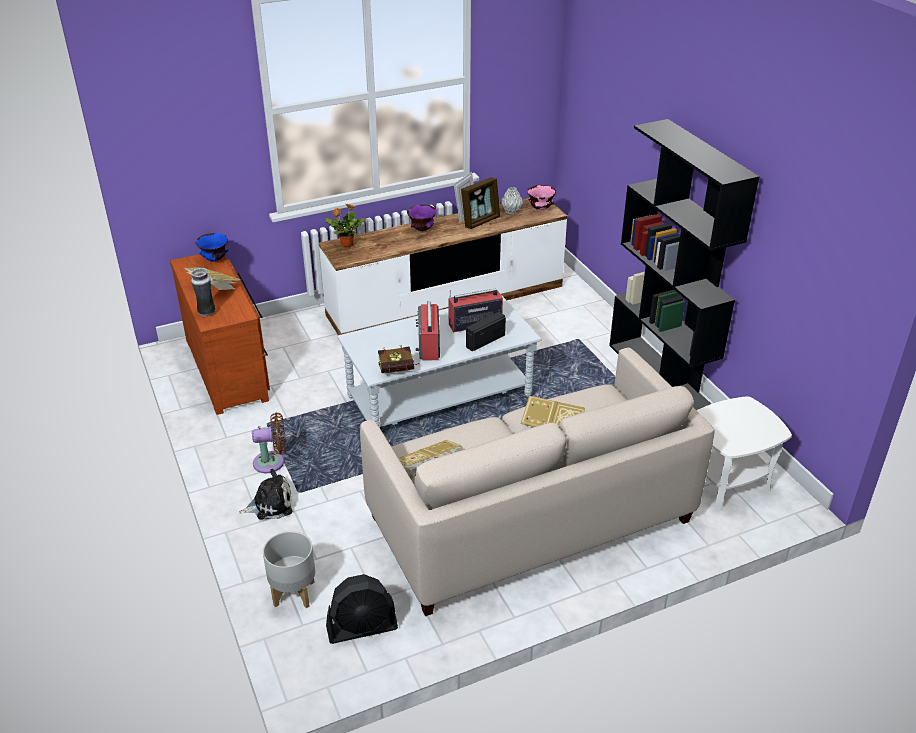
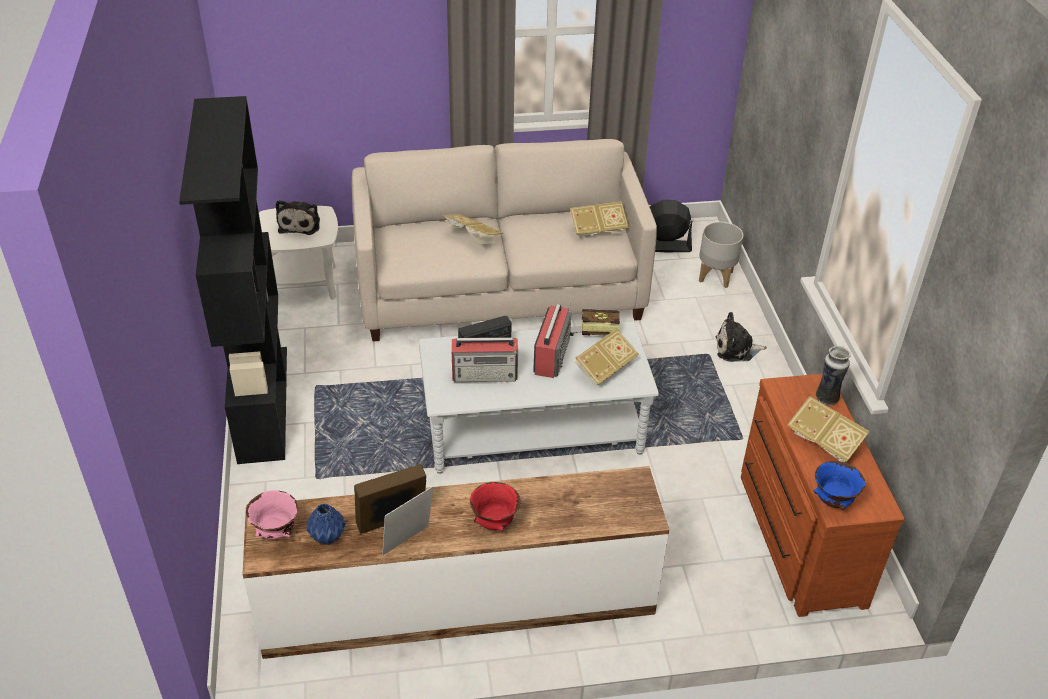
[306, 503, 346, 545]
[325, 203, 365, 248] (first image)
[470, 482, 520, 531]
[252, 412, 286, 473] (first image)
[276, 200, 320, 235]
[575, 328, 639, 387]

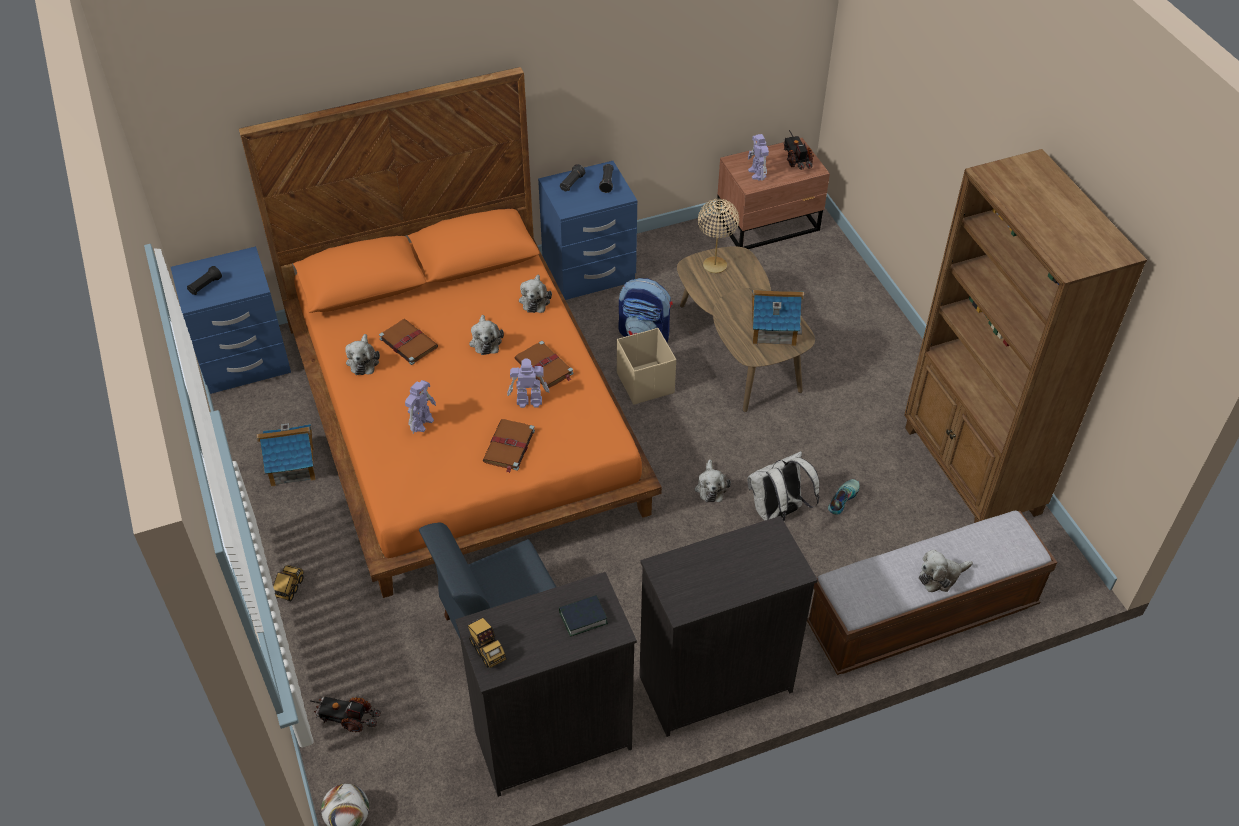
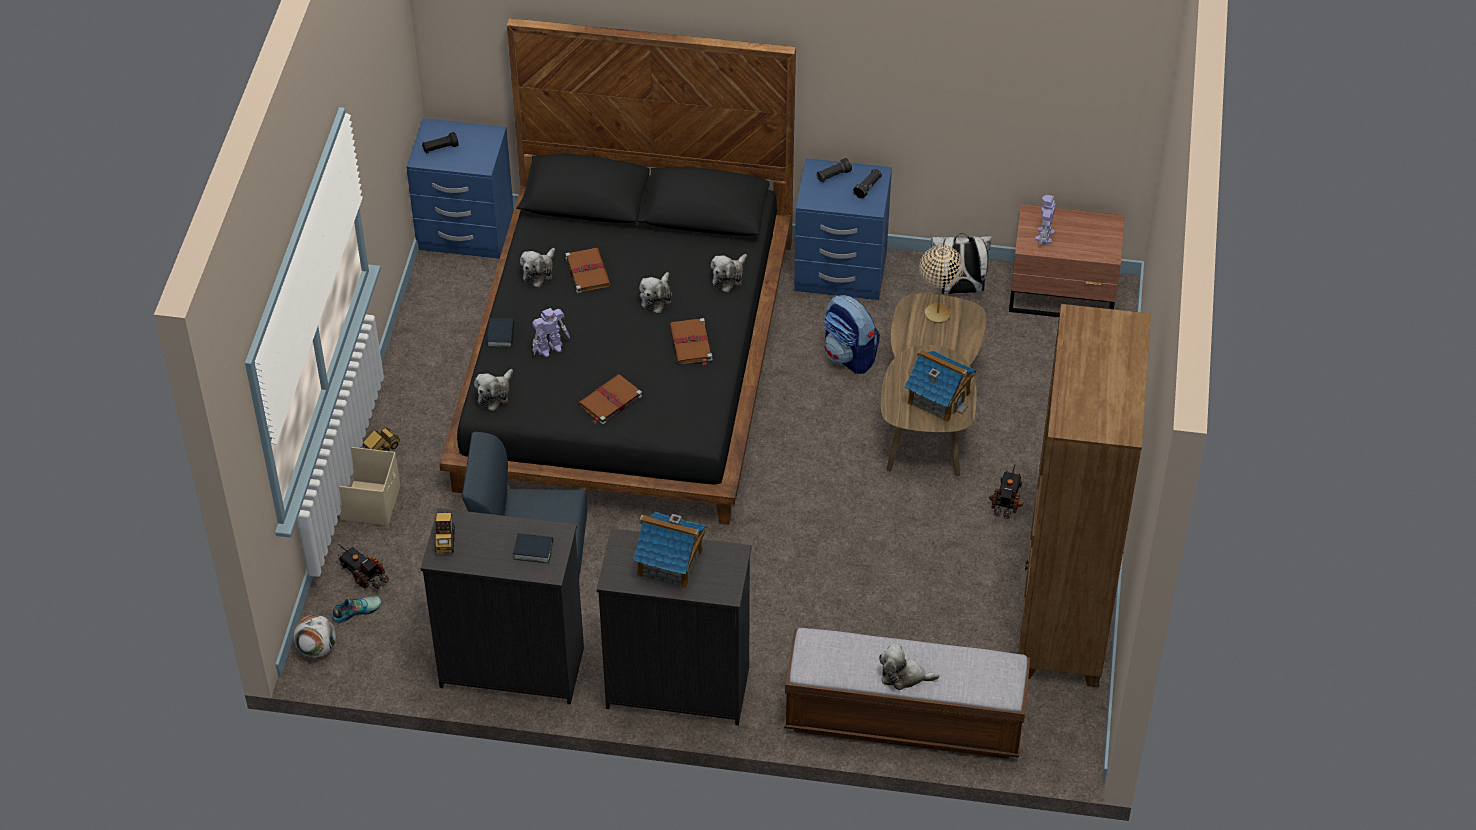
[439, 18, 796, 525]
[989, 464, 1023, 519]
[339, 447, 400, 526]
[507, 359, 549, 408] (first image)
[633, 512, 707, 589]
[931, 233, 992, 294]
[474, 369, 513, 411]
[332, 596, 382, 623]
[487, 318, 514, 348]

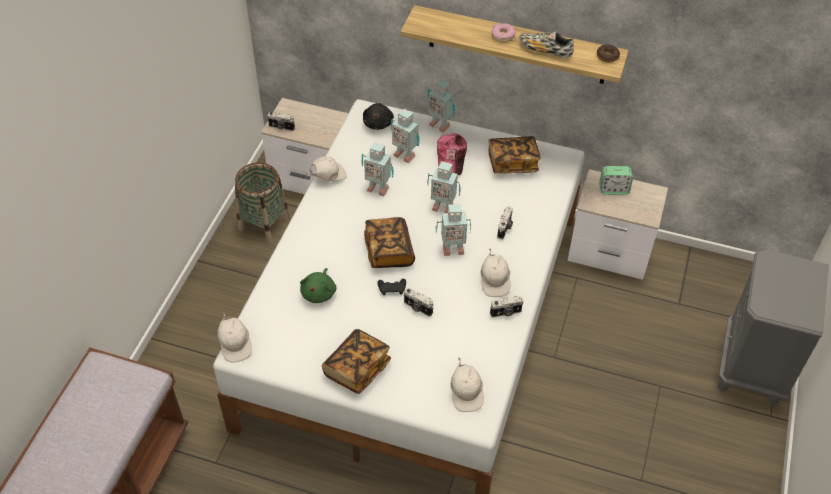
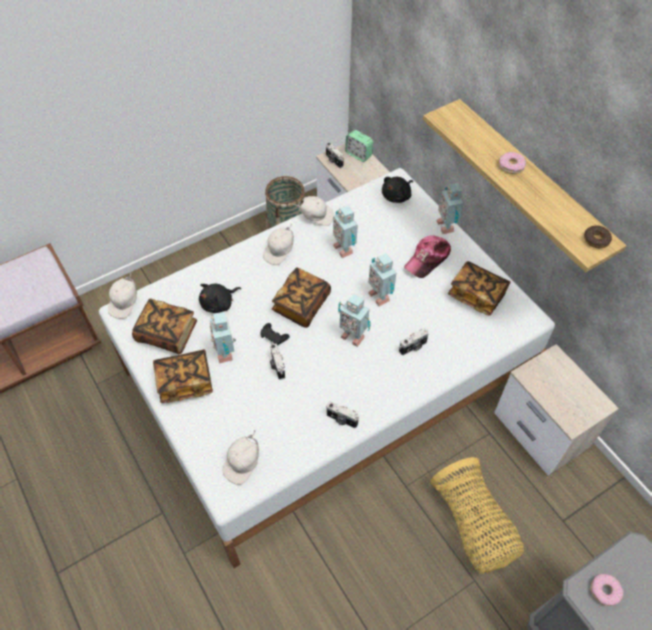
[519, 31, 574, 58] (first image)
[209, 312, 236, 363]
[345, 130, 373, 162]
[263, 224, 294, 265]
[199, 284, 241, 313]
[132, 298, 197, 354]
[431, 457, 524, 574]
[591, 574, 623, 606]

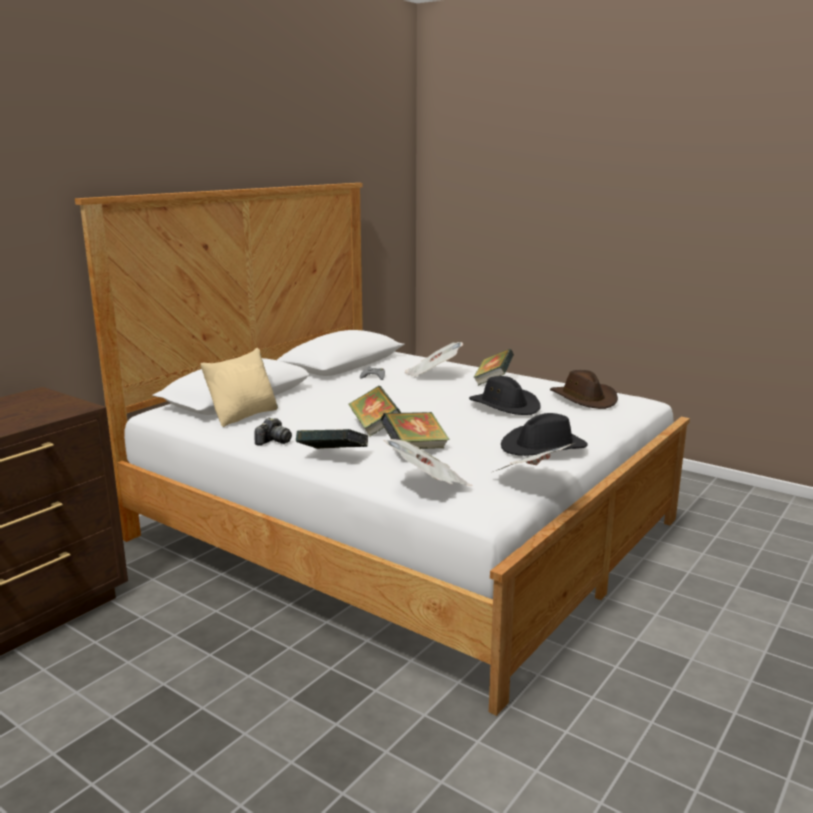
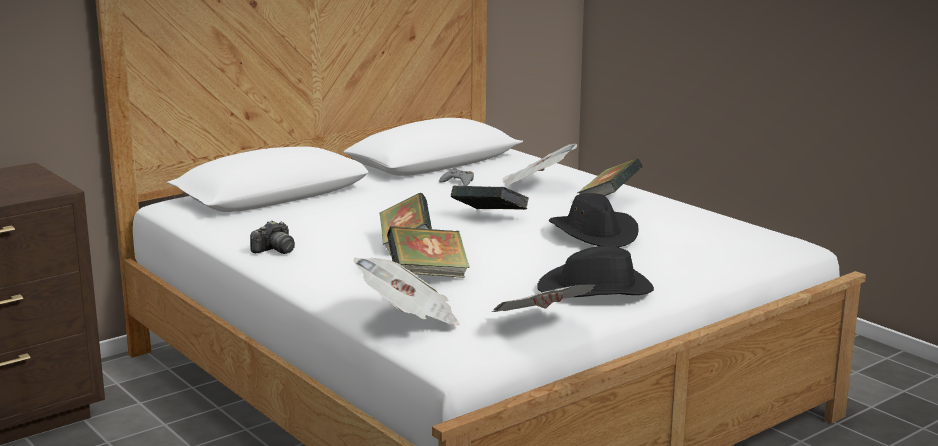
[200, 348, 278, 427] (first image)
[550, 370, 618, 409] (first image)
[451, 186, 529, 210]

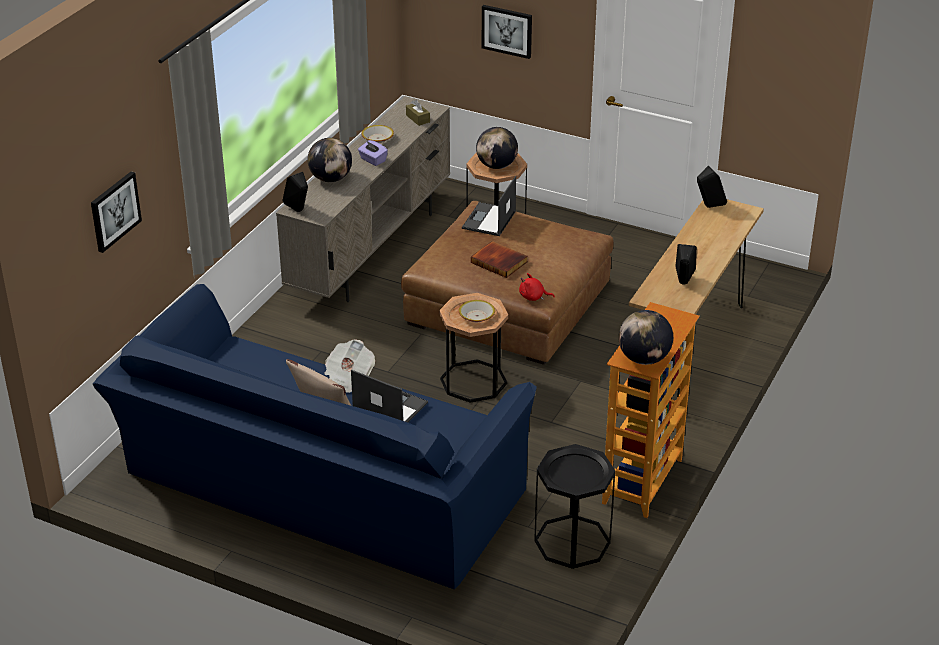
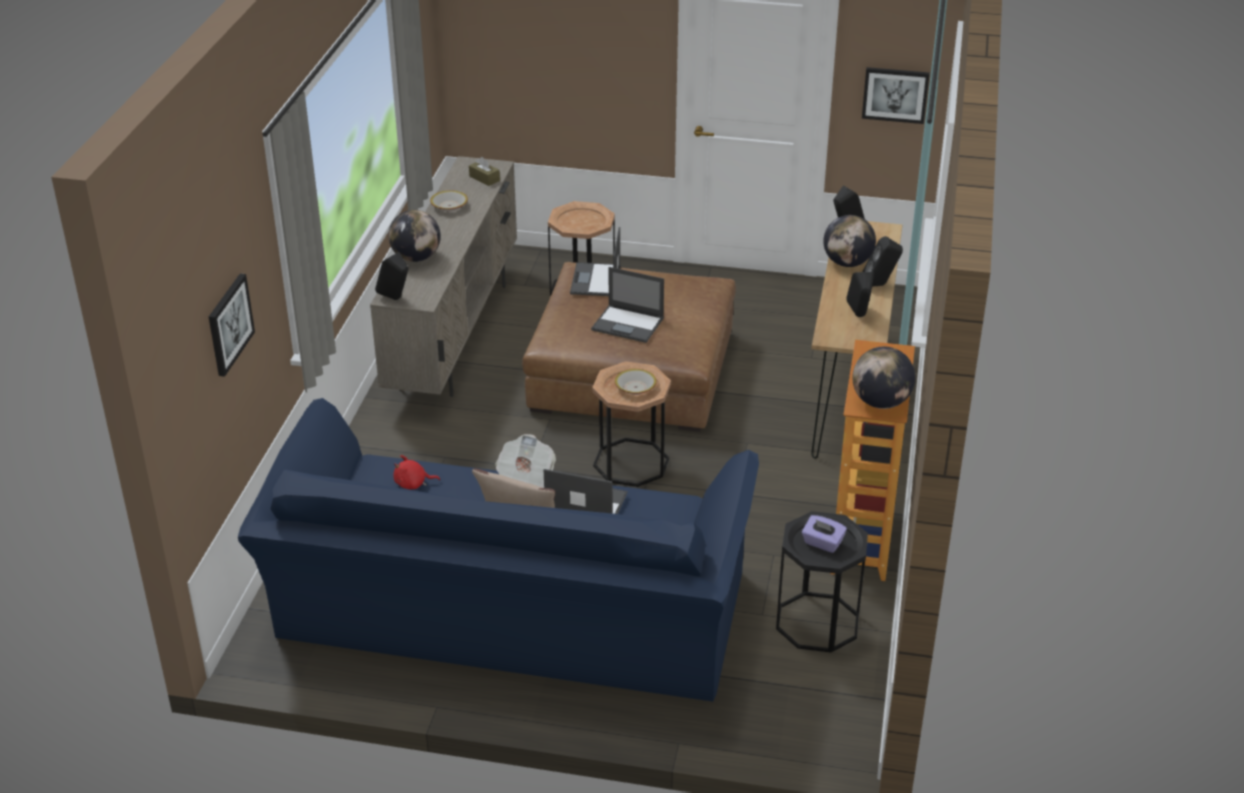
[862, 67, 930, 124]
[823, 215, 876, 267]
[802, 515, 847, 553]
[591, 267, 664, 343]
[393, 455, 440, 489]
[863, 236, 903, 287]

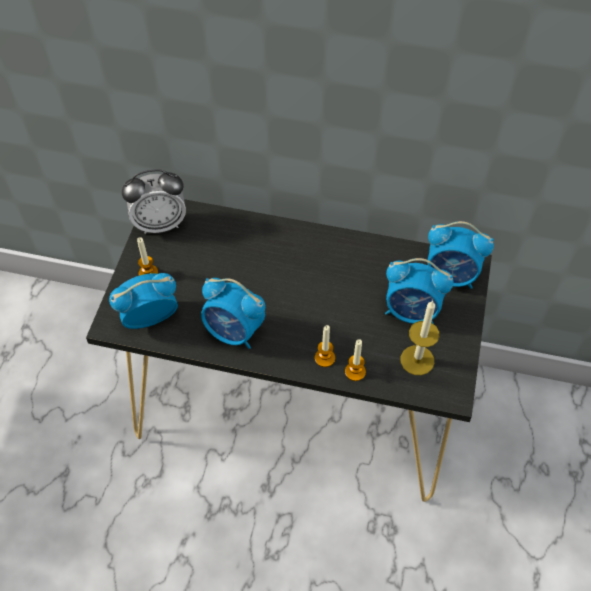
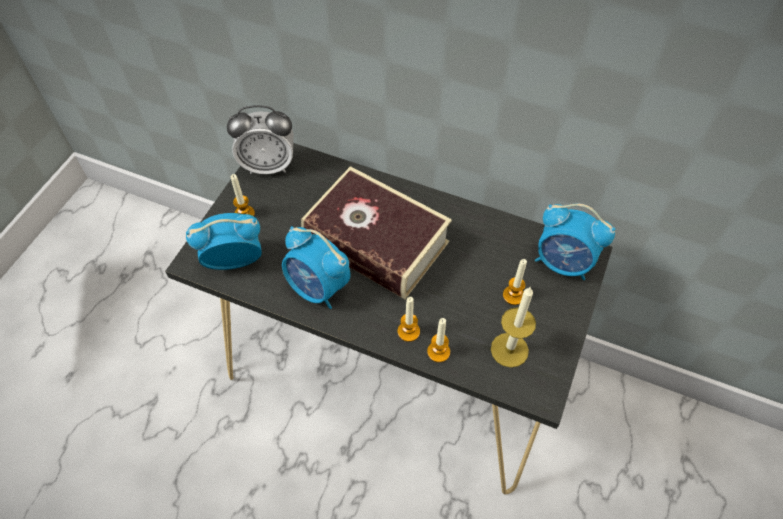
[503, 259, 527, 305]
[301, 166, 452, 299]

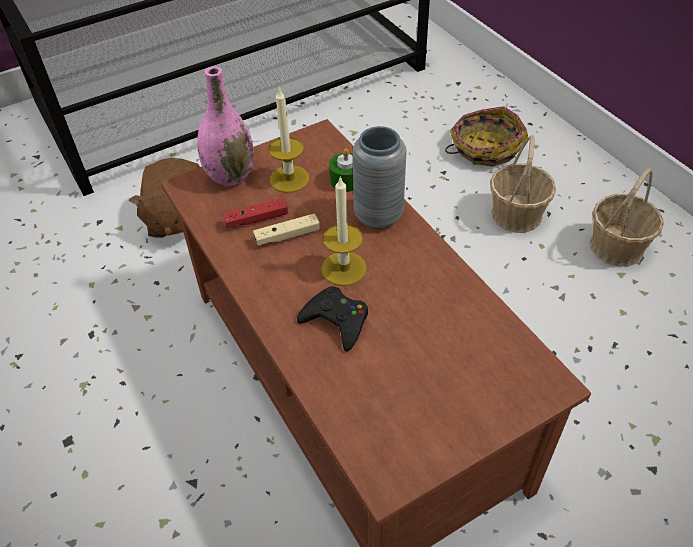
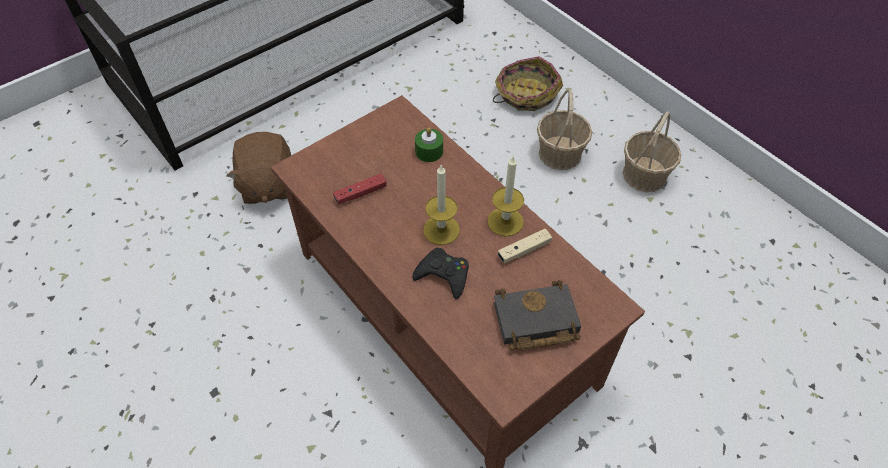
[198, 66, 254, 186] (first image)
[487, 156, 524, 237]
[353, 126, 407, 229] (first image)
[498, 229, 552, 263]
[493, 280, 581, 351]

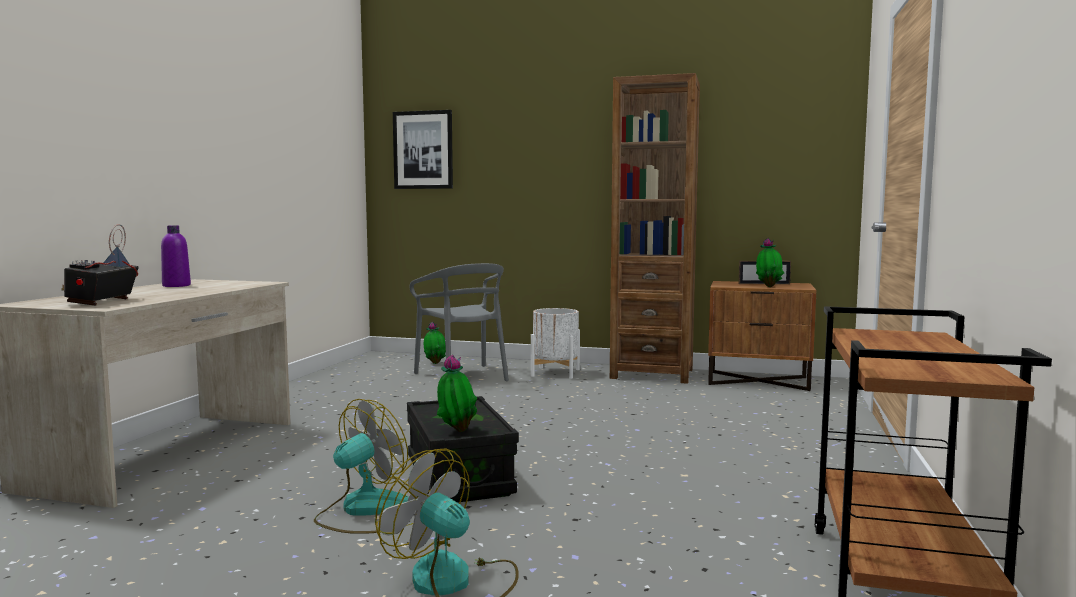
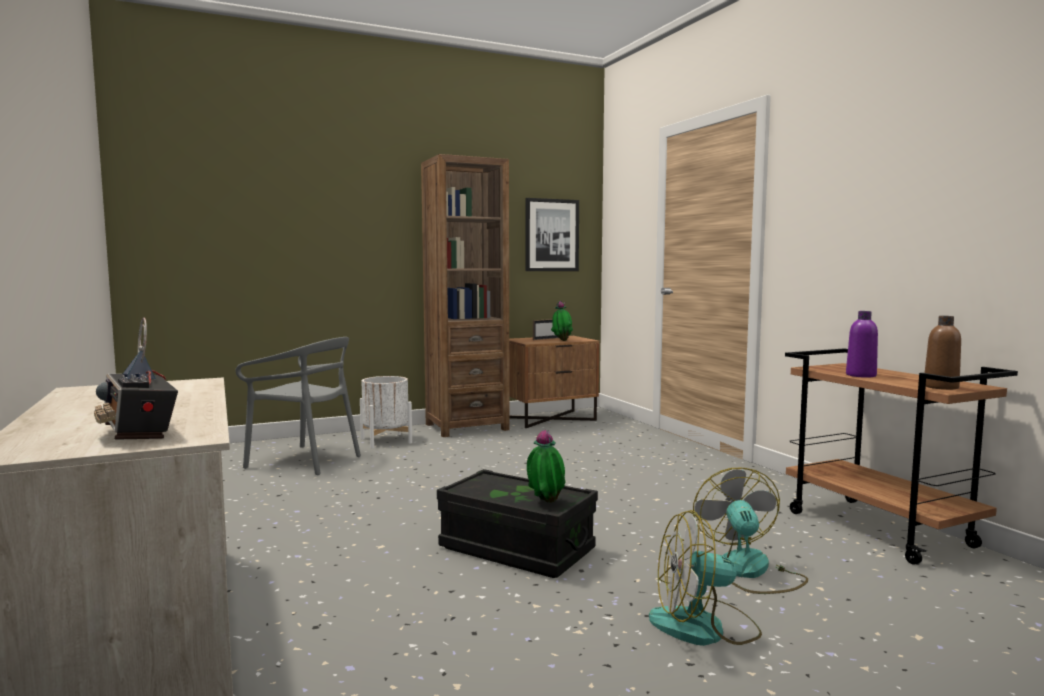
[526, 198, 579, 271]
[846, 311, 878, 378]
[424, 322, 446, 364] (first image)
[693, 468, 808, 594]
[925, 316, 961, 390]

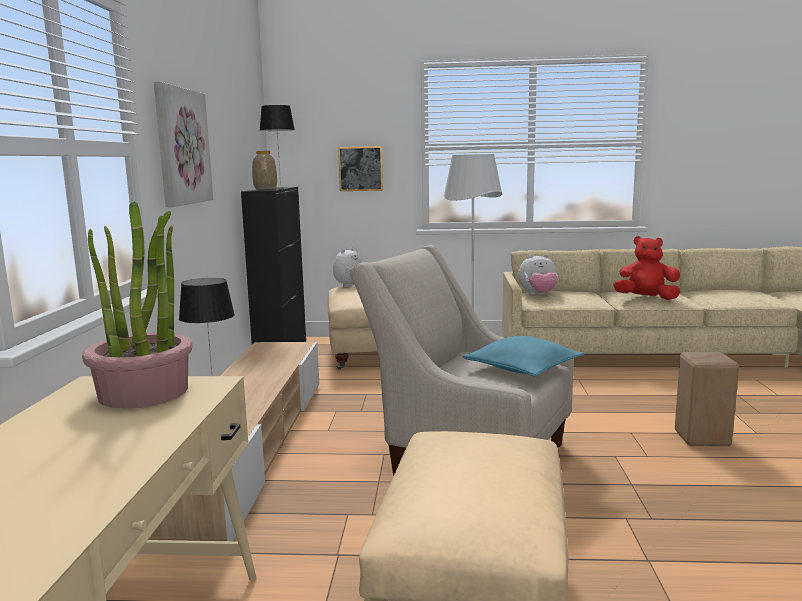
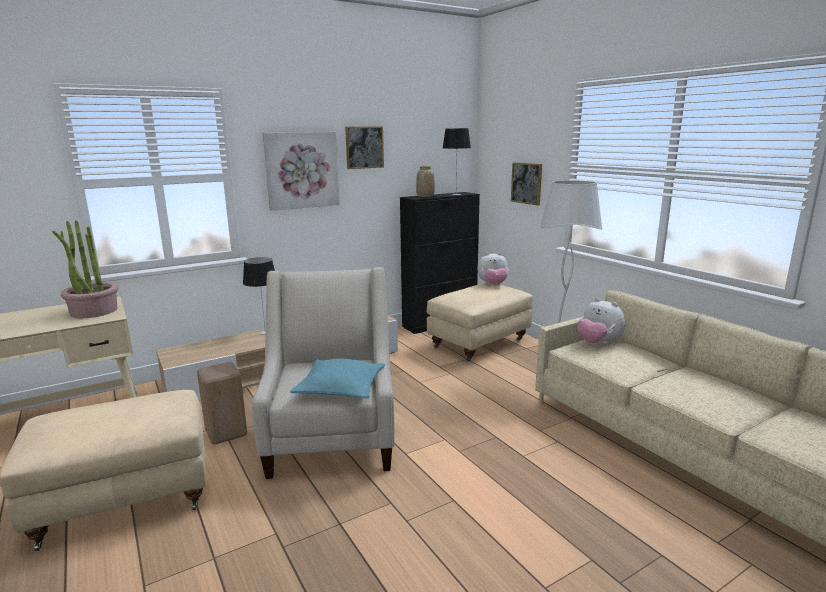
[613, 236, 680, 300] (first image)
[197, 362, 247, 444]
[345, 126, 384, 169]

